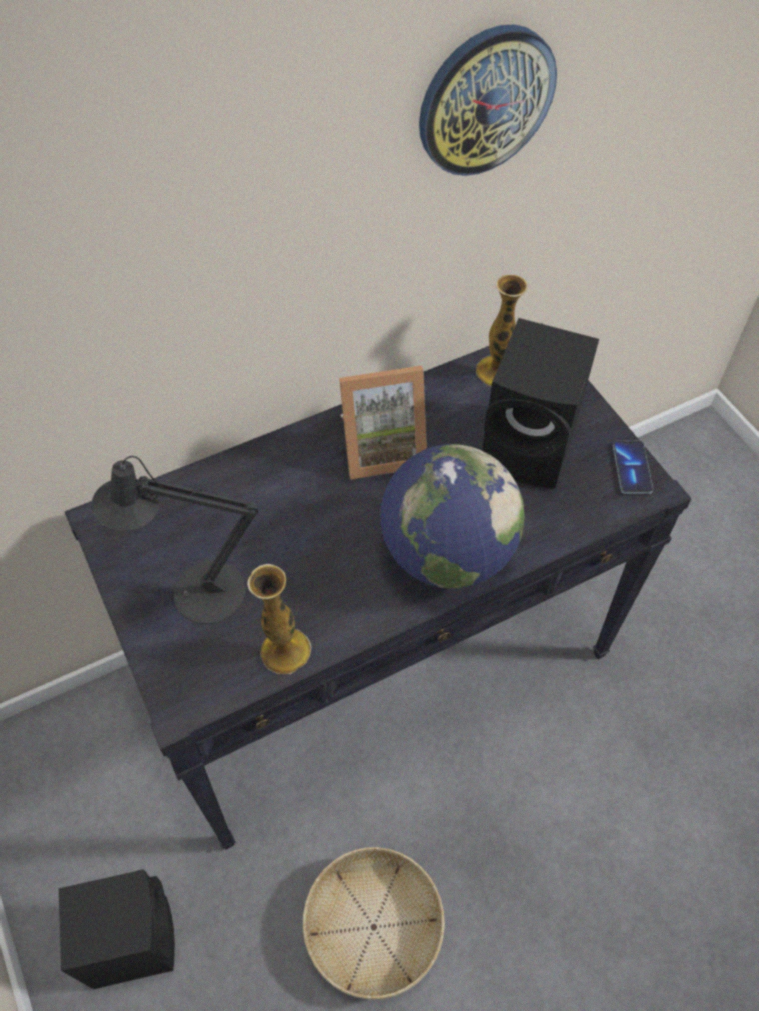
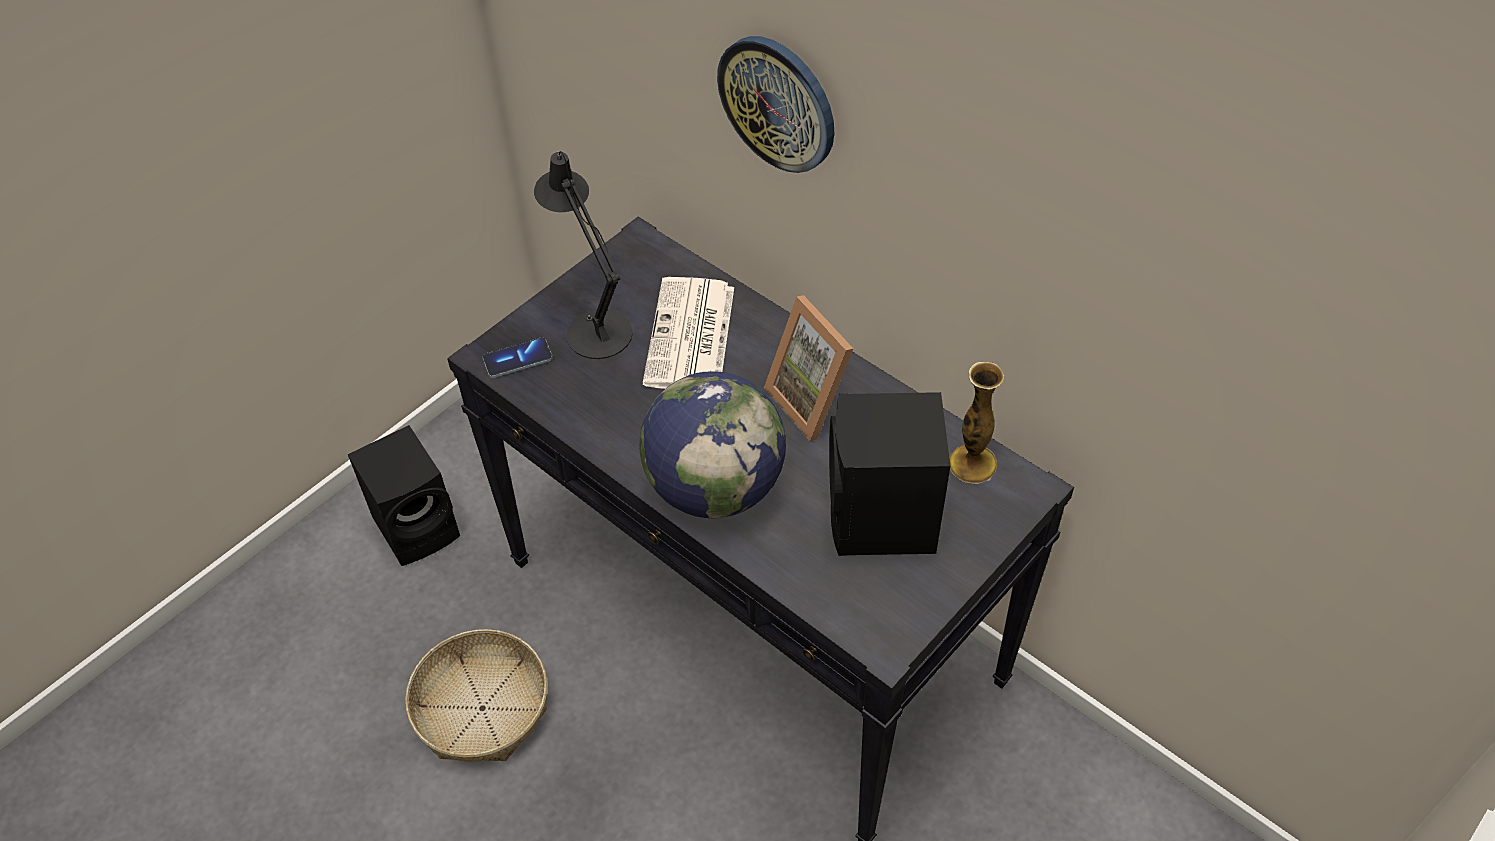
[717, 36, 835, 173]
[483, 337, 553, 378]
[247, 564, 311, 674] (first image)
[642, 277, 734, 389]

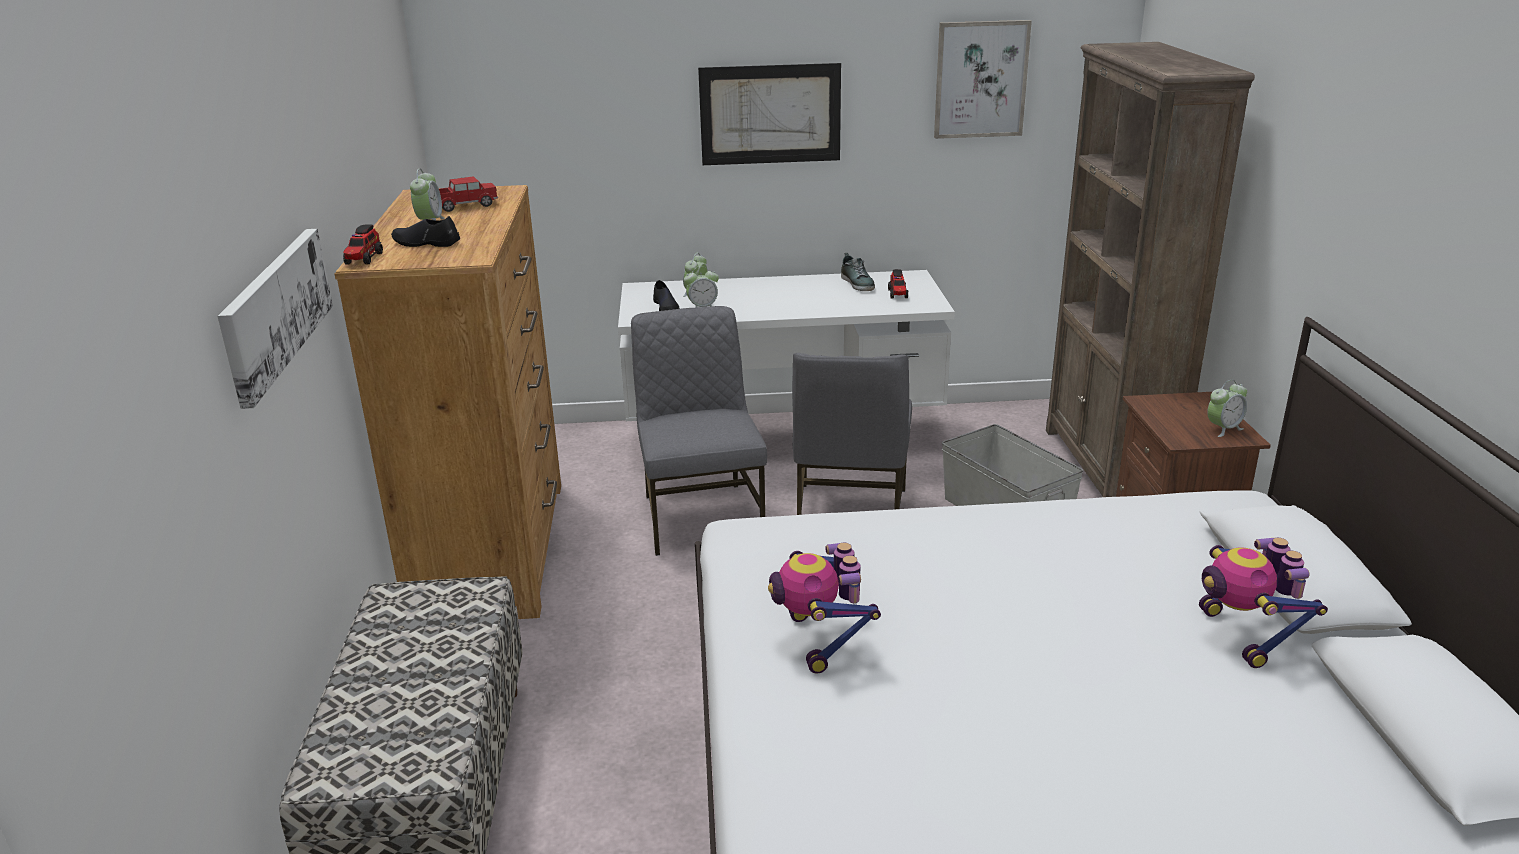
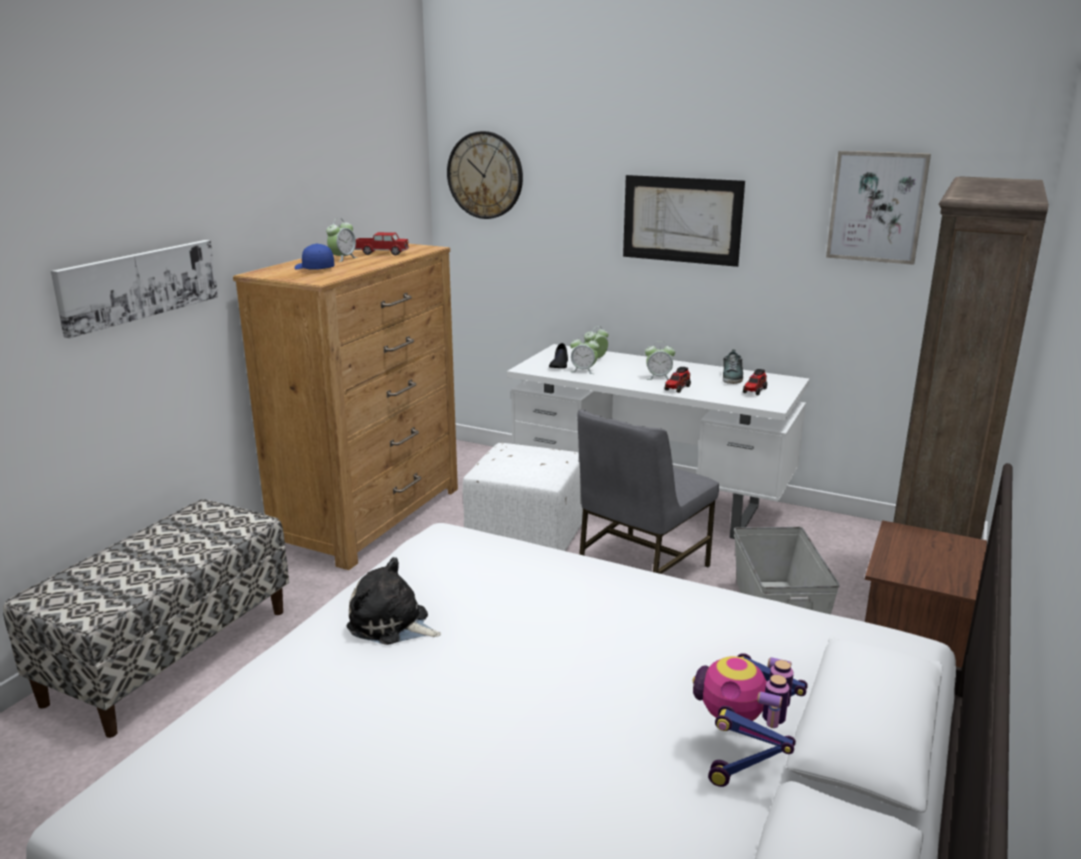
[294, 243, 334, 270]
[665, 367, 691, 393]
[462, 443, 583, 551]
[645, 341, 675, 380]
[347, 557, 441, 645]
[447, 131, 523, 219]

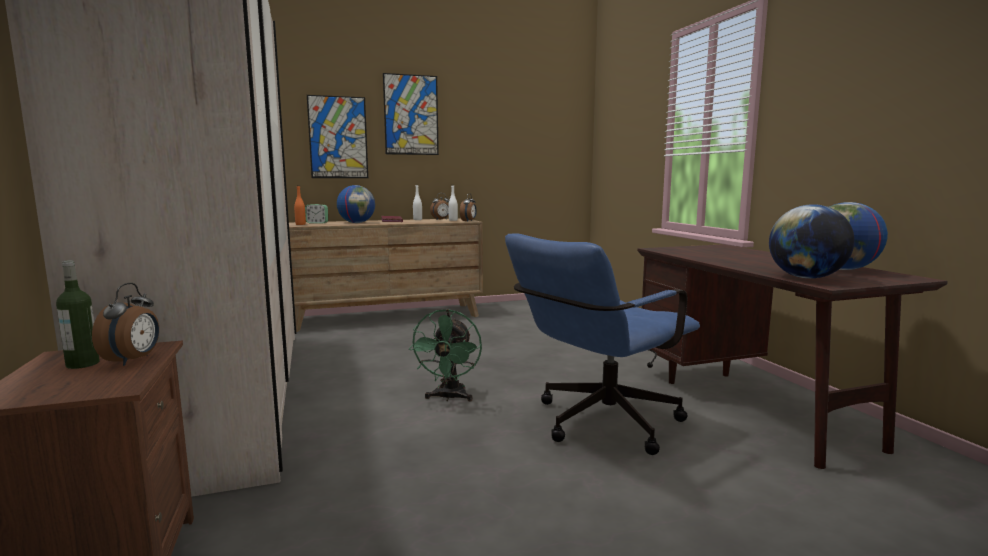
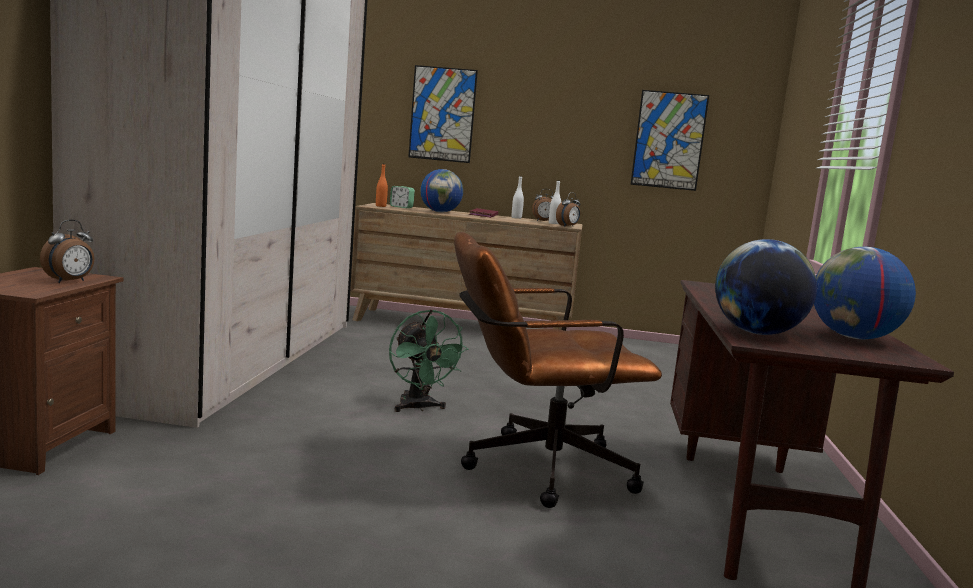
[630, 90, 709, 191]
[454, 232, 662, 508]
[56, 260, 100, 369] (first image)
[389, 309, 468, 412]

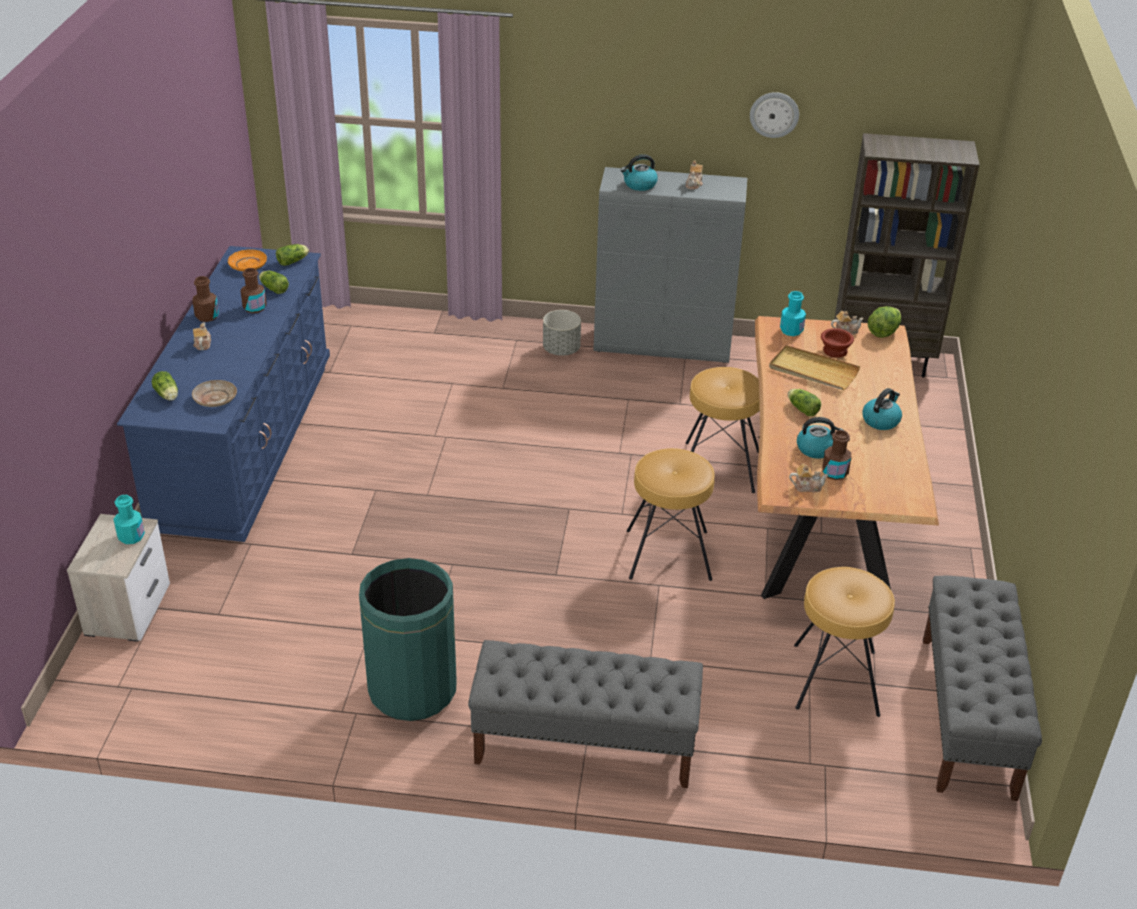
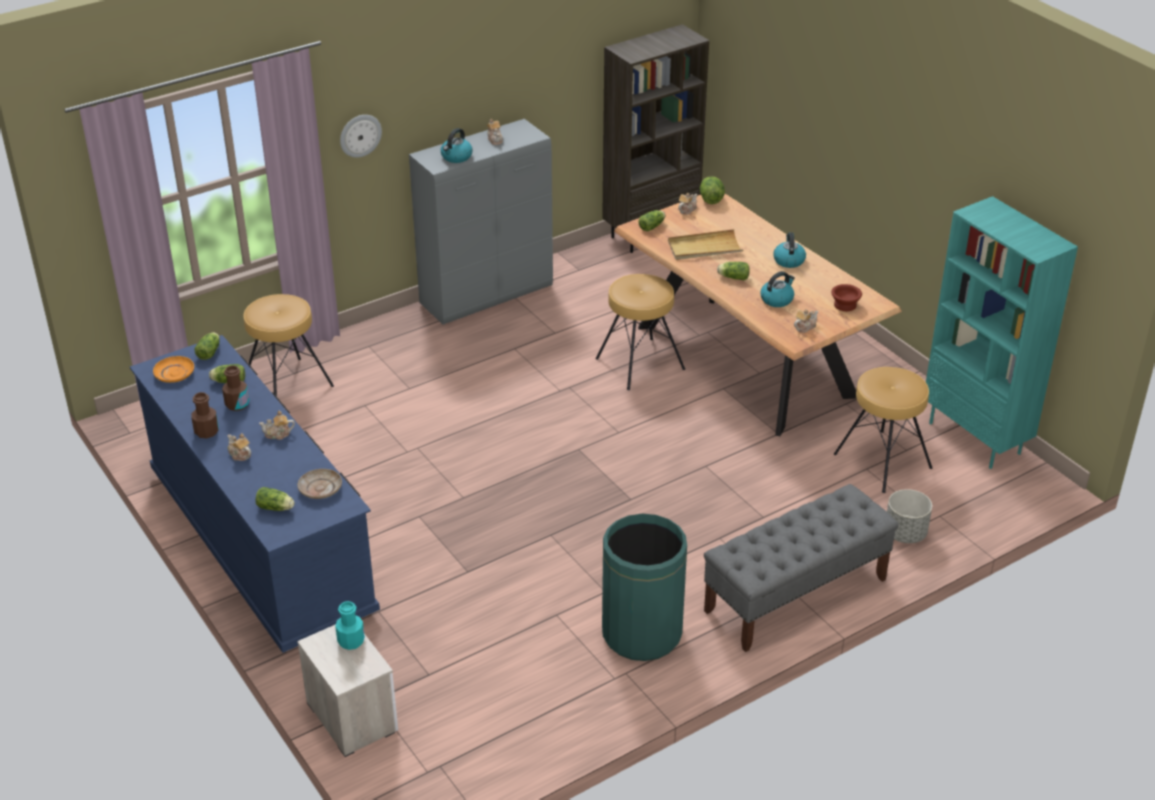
[340, 115, 382, 158]
[638, 210, 665, 231]
[887, 489, 932, 543]
[831, 284, 862, 311]
[822, 430, 852, 480] (first image)
[243, 294, 334, 399]
[926, 196, 1078, 469]
[259, 411, 295, 440]

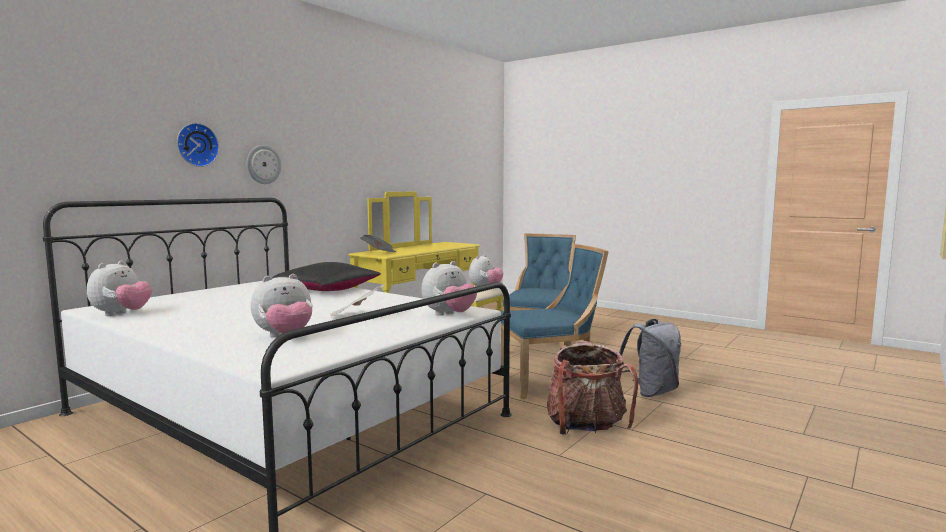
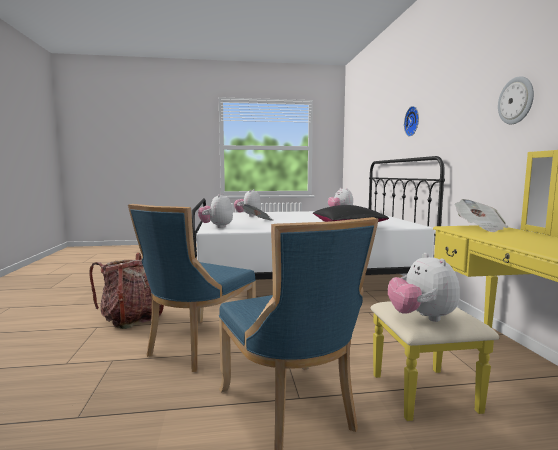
[498, 76, 534, 124]
[619, 319, 681, 397] (first image)

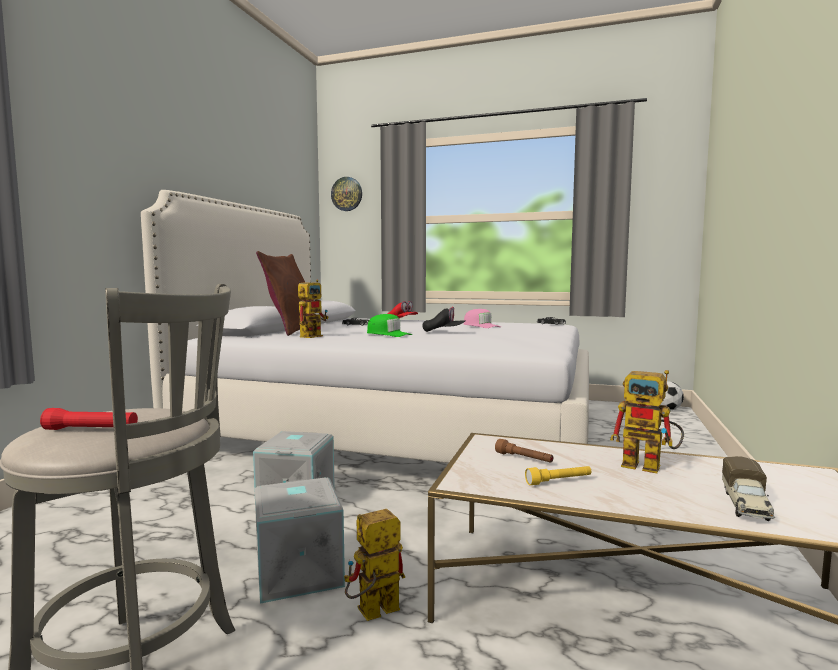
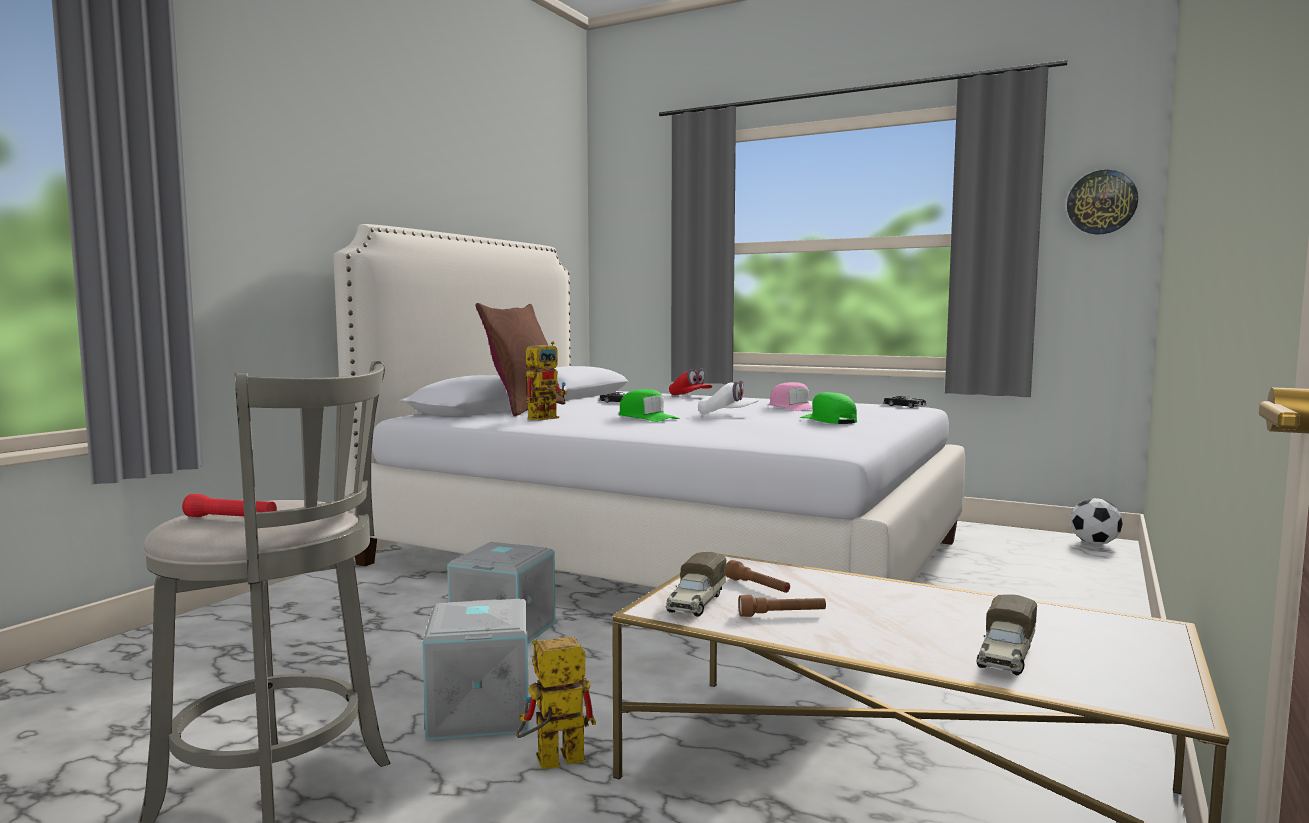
[1067, 170, 1138, 235]
[698, 380, 759, 415]
[610, 370, 684, 473] (first image)
[738, 595, 826, 617]
[800, 392, 857, 424]
[666, 552, 727, 617]

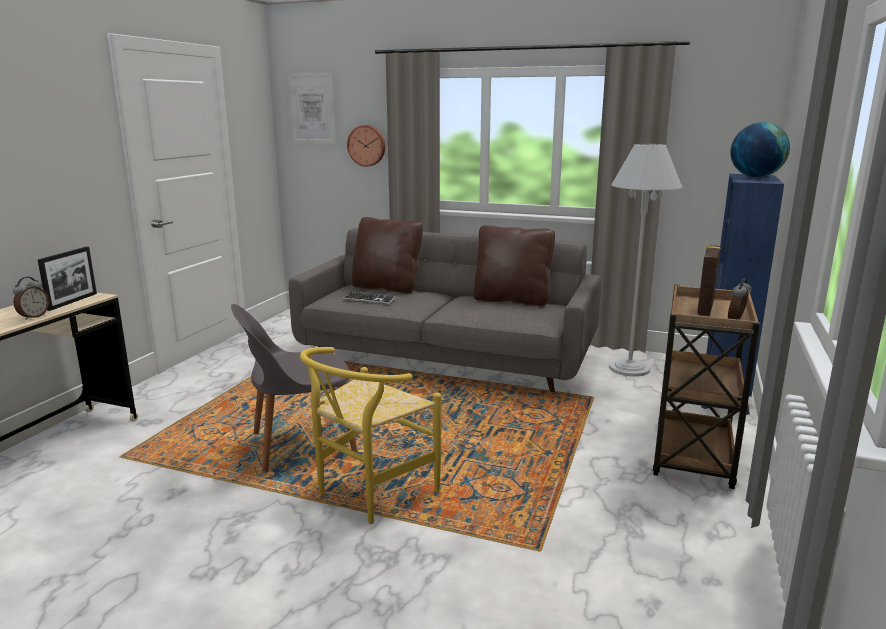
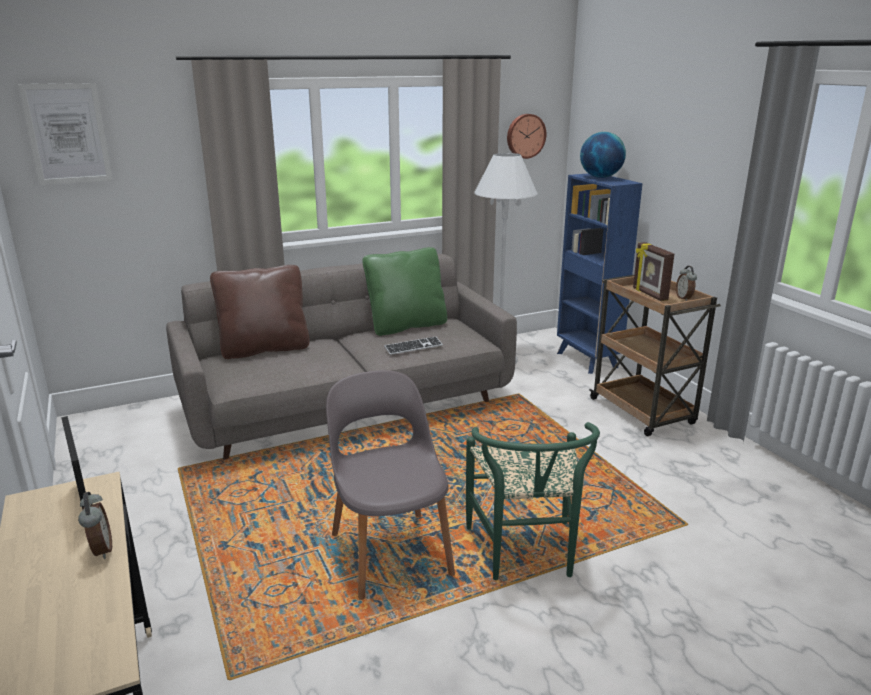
[507, 114, 546, 159]
[362, 247, 447, 336]
[384, 336, 443, 355]
[326, 370, 455, 600]
[466, 422, 600, 580]

